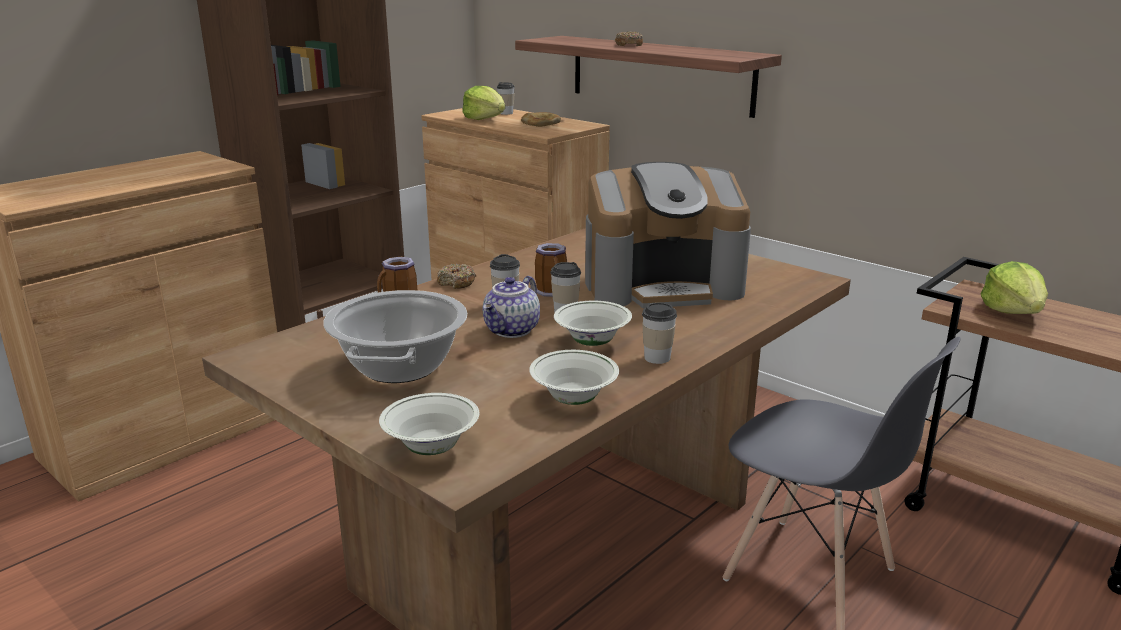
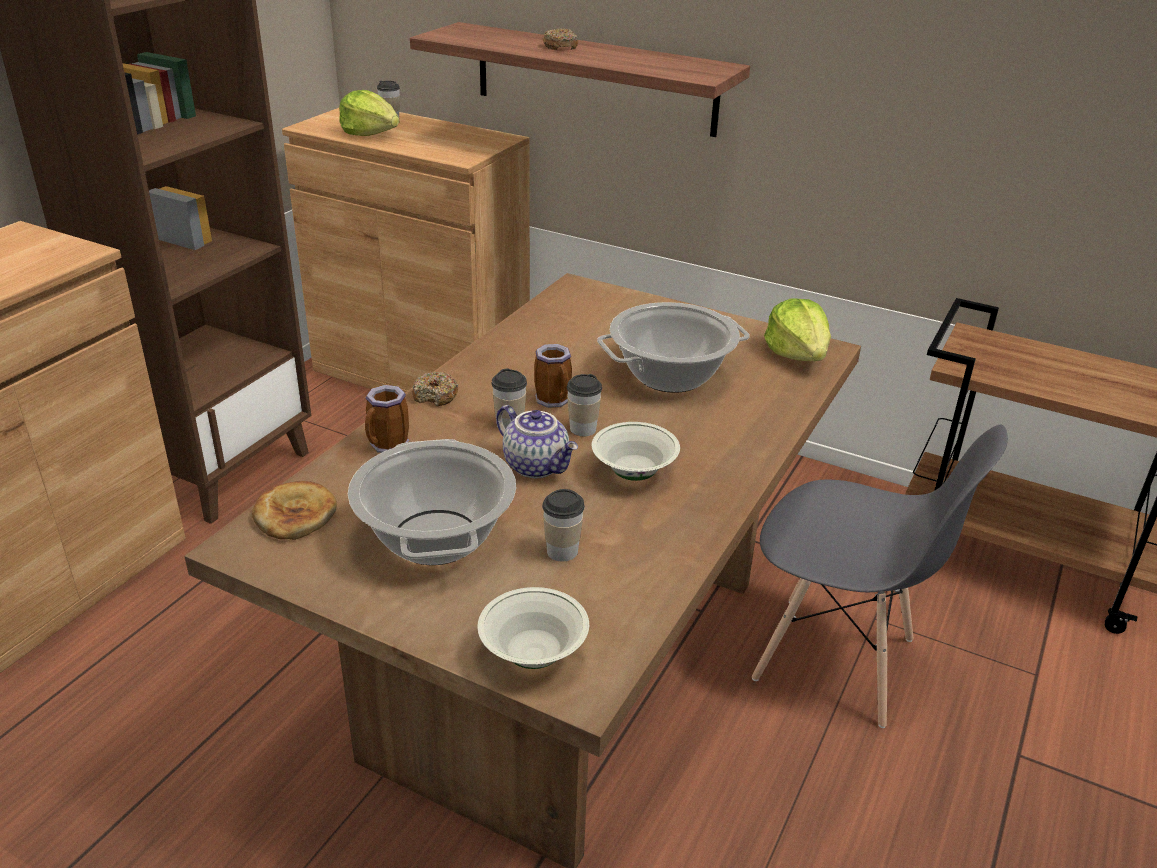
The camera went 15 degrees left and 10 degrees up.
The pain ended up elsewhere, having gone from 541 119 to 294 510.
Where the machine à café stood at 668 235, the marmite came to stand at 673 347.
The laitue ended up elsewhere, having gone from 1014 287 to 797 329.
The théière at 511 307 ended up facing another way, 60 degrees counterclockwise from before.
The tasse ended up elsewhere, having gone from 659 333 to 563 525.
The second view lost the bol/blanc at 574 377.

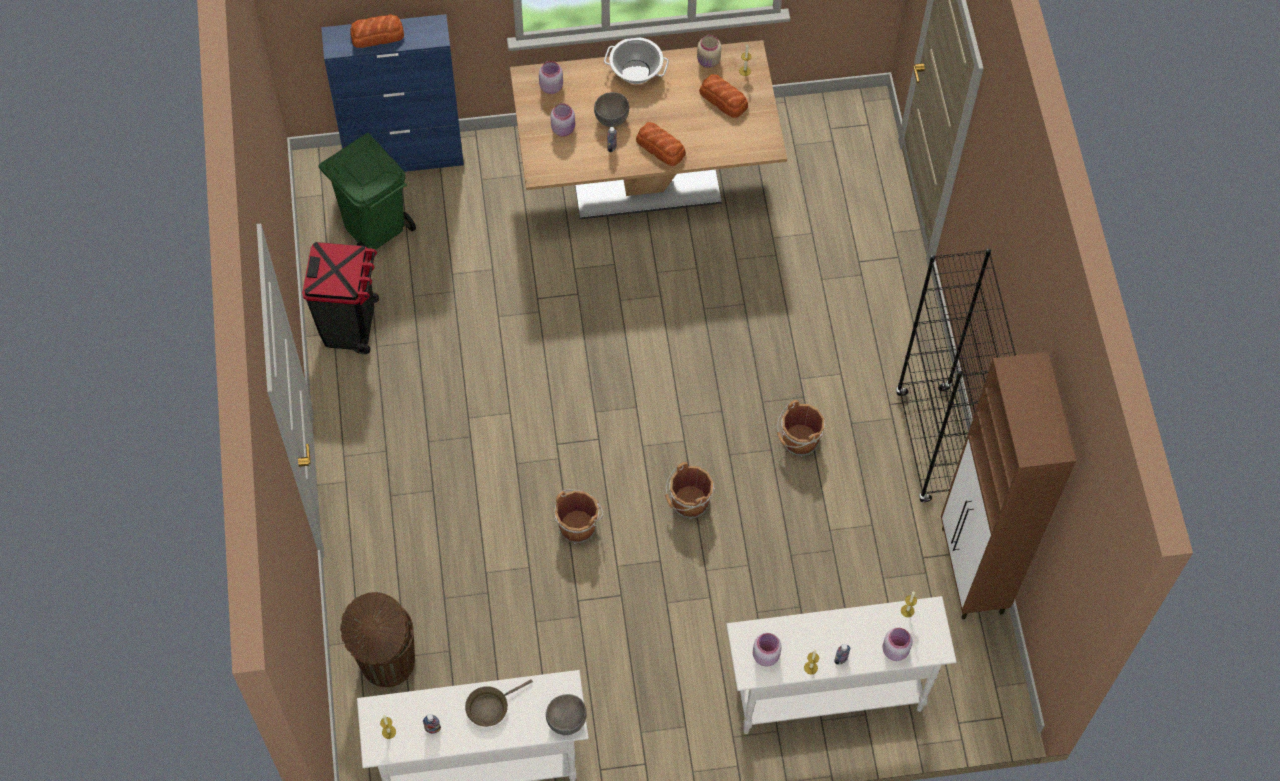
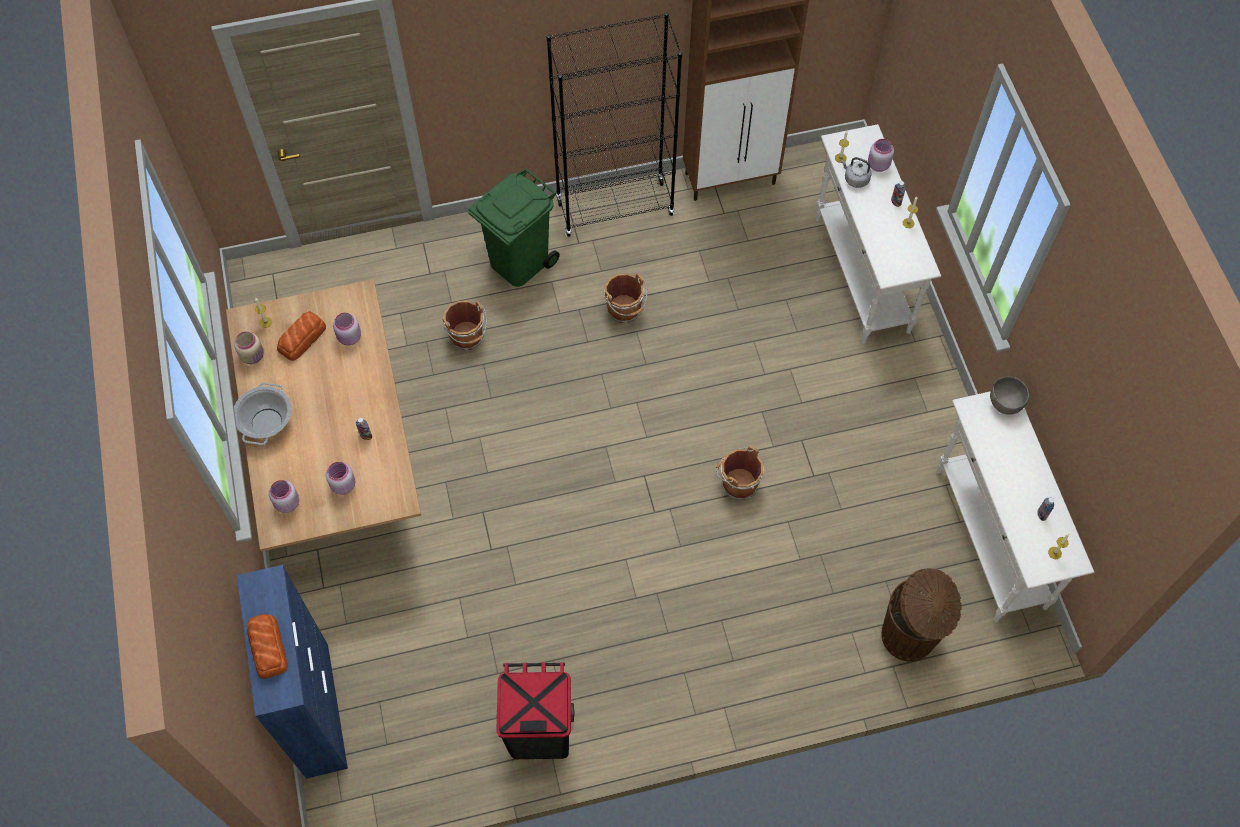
The camera went 95 degrees left and 0 degrees up.
The second view lost the bol/gris at 611 109.
The second view lost the pain at 661 144.
The poubelle/vert ended up elsewhere, having gone from 367 191 to 514 227.
The seau/marron ended up elsewhere, having gone from 690 491 to 464 326.
The bocal/rose ended up elsewhere, having gone from 767 650 to 347 329.
The second view lost the poêle/marron at 499 703.
The second view gained the bouilloire/gris at 856 172.

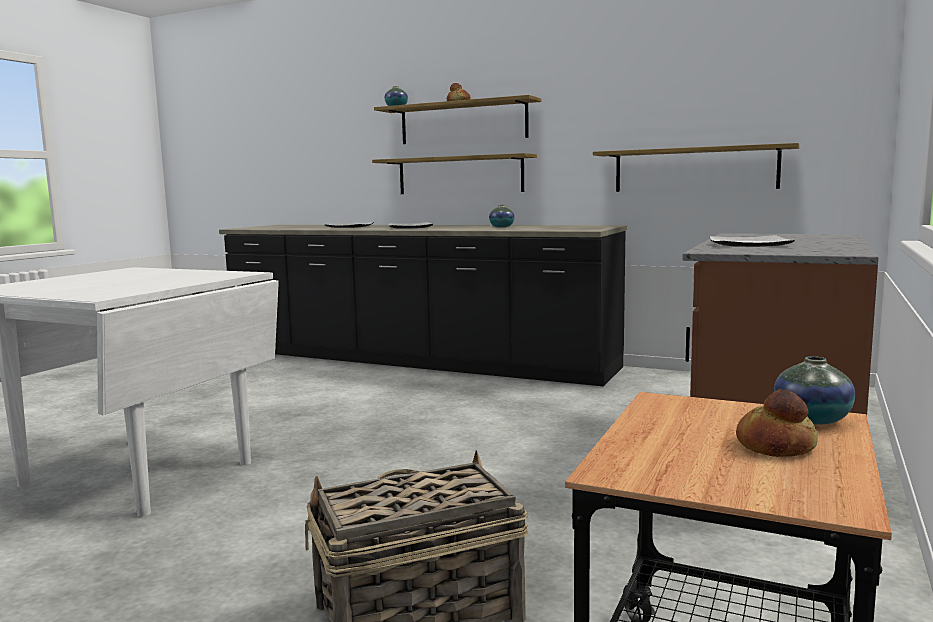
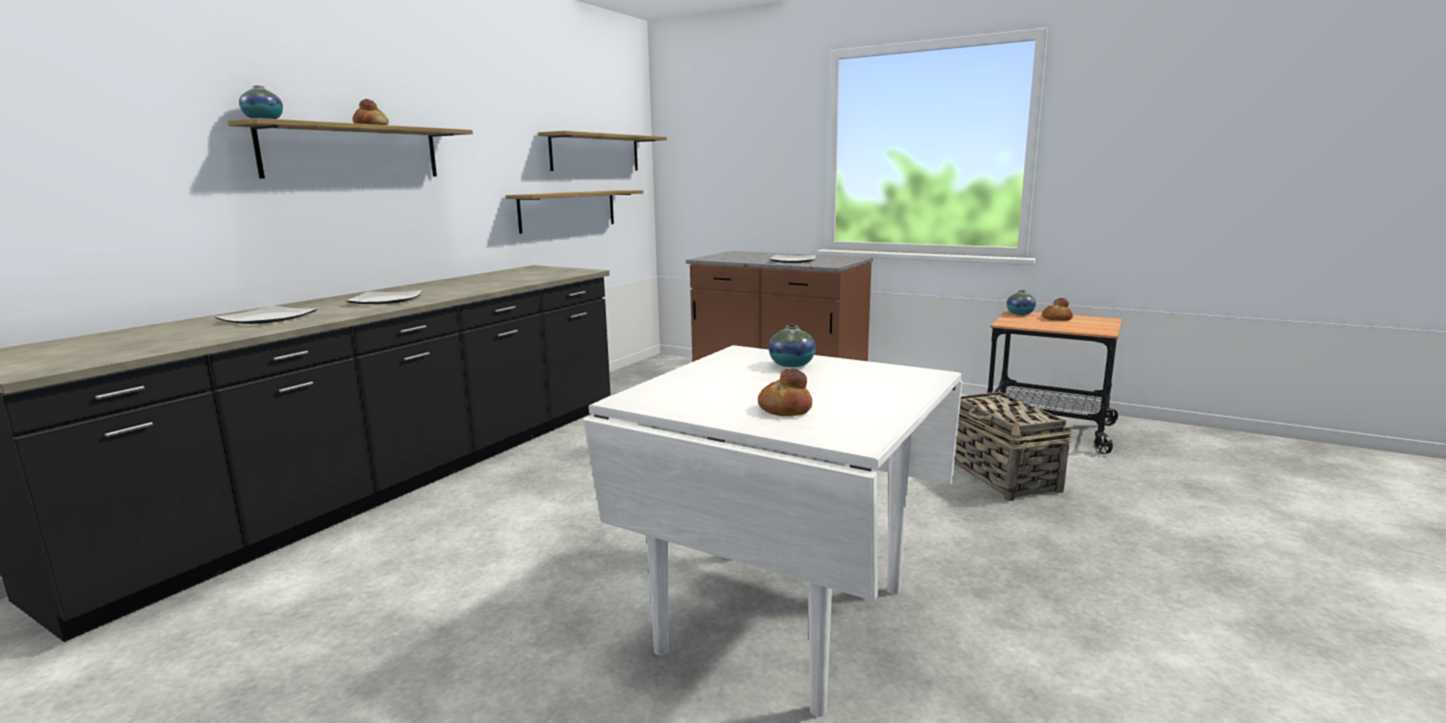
The camera went 85 degrees left and 5 degrees up.
The étagère ended up elsewhere, having gone from 454 173 to 602 151.
The vase ended up elsewhere, having gone from 502 216 to 792 346.
The second view gained the pain at 785 392.

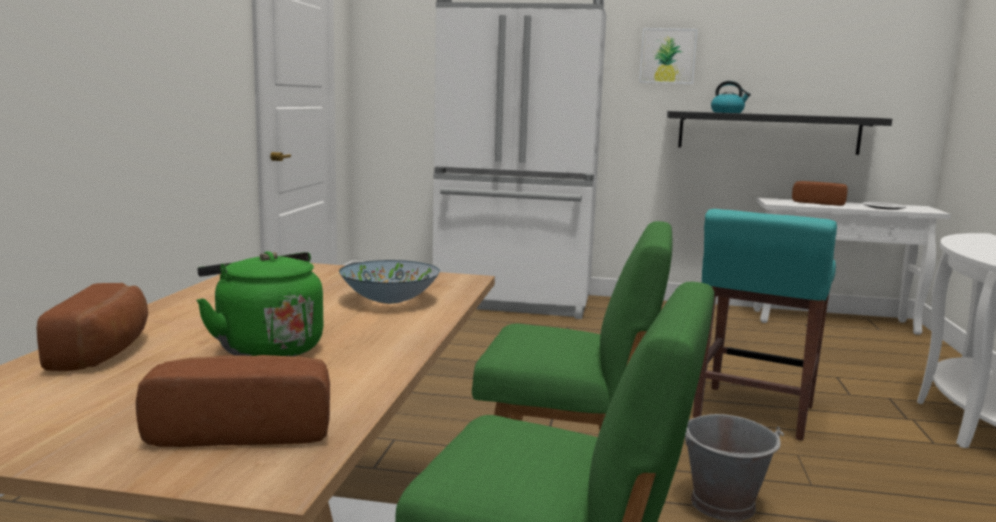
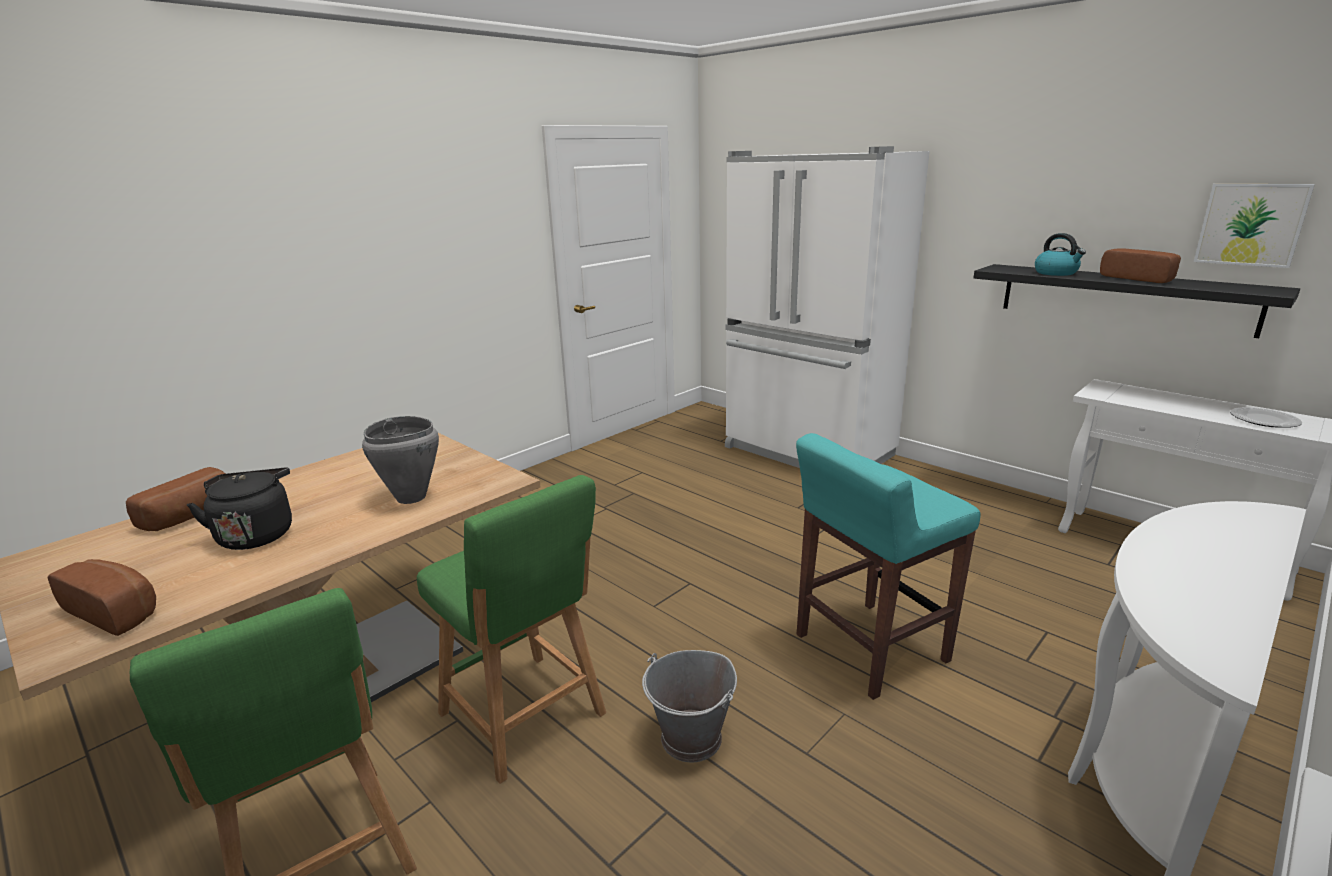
The camera went 35 degrees right and 10 degrees up.
The tableau ended up elsewhere, having gone from 668 56 to 1254 226.
The pain ended up elsewhere, having gone from 820 193 to 1140 265.
What was the bouilloire/vert at 259 303 turned into the bouilloire/noir at 239 509.
Where the bol stood at 389 282, the marmite/gris came to stand at 400 460.

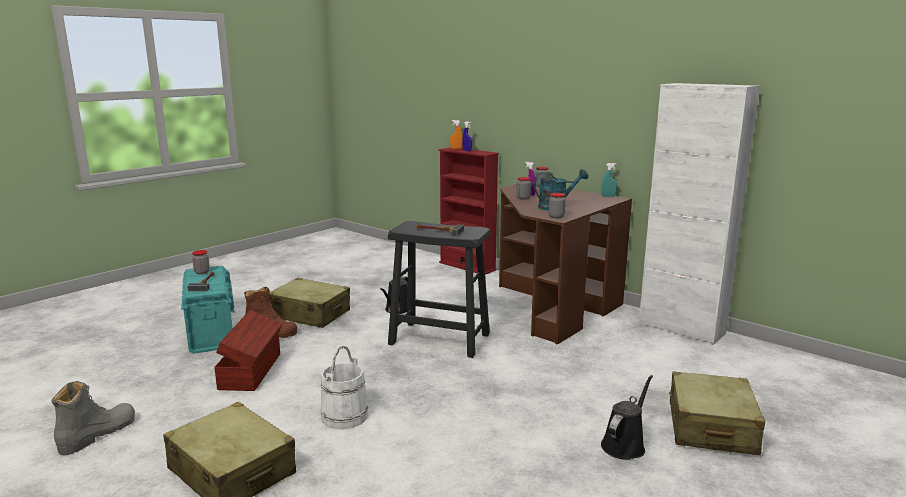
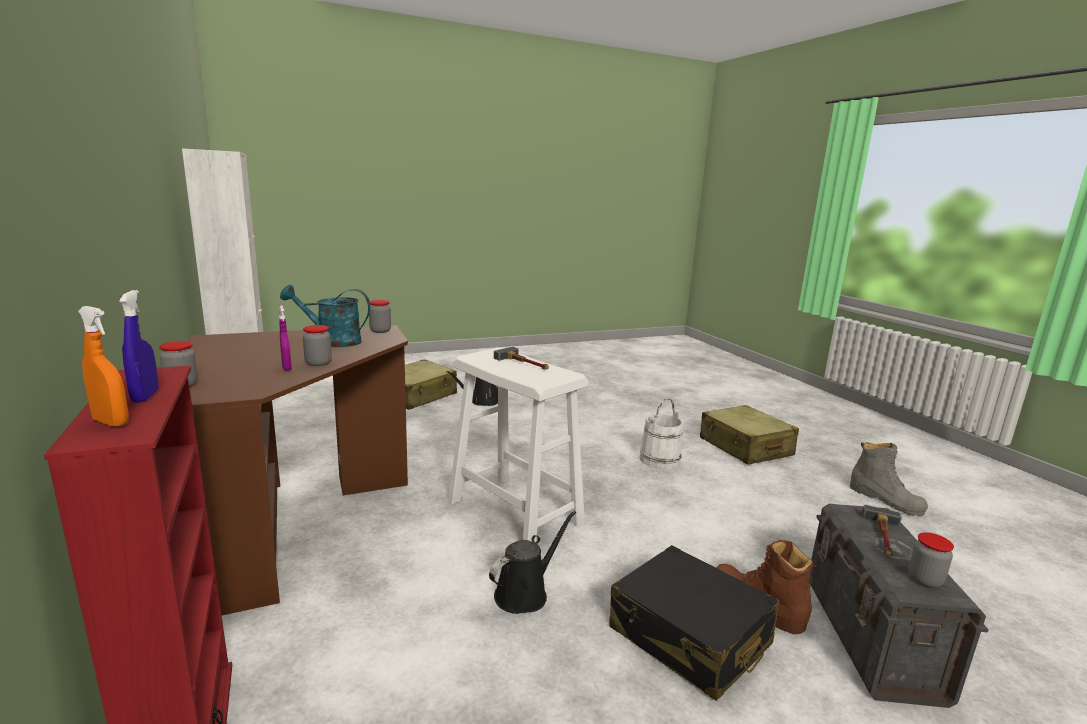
The camera went 155 degrees left and 0 degrees up.
The second view lost the vaporisateur/turquoise at 609 180.
What was the tabouret/noir at 439 289 turned into the tabouret/blanc at 518 445.
What was the boîte de rangement/turquoise at 208 309 turned into the boîte de rangement/gris at 899 606.
What was the valise/beige at 310 303 turned into the valise/noir at 694 623.
The second view lost the boîte de rangement/marron at 248 350.
The botte/gris at 93 418 ended up facing another way, 90 degrees counterclockwise from before.

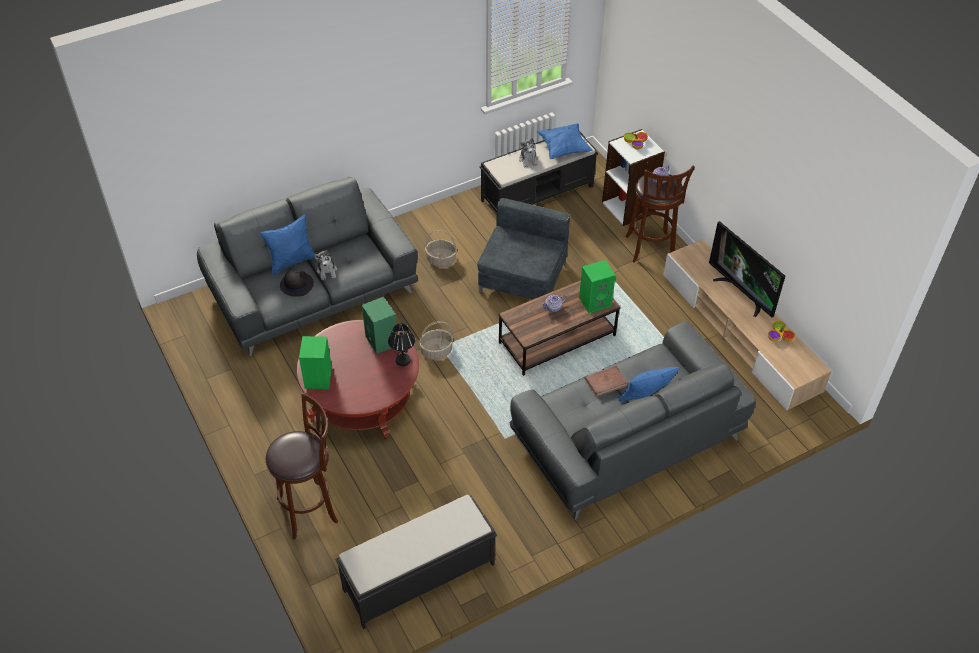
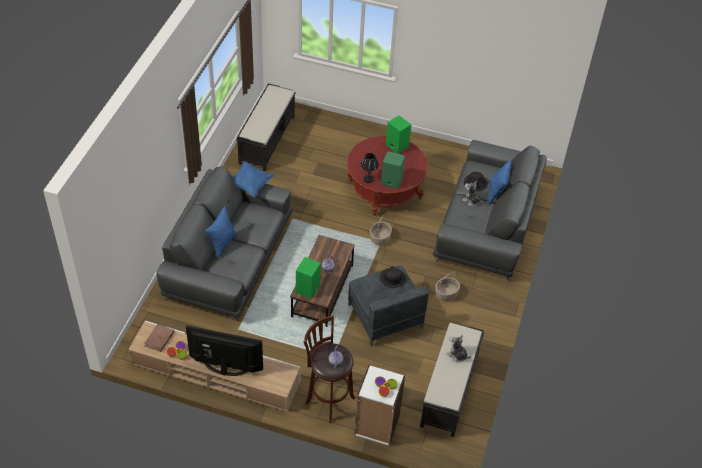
The camera went 135 degrees right and 0 degrees up.
The coussin/bleu ended up elsewhere, having gone from 564 141 to 254 179.
The livre/marron ended up elsewhere, having gone from 606 381 to 159 338.
The second view lost the tabouret/marron at 302 466.
The second view gained the chapeau/noir at 393 277.

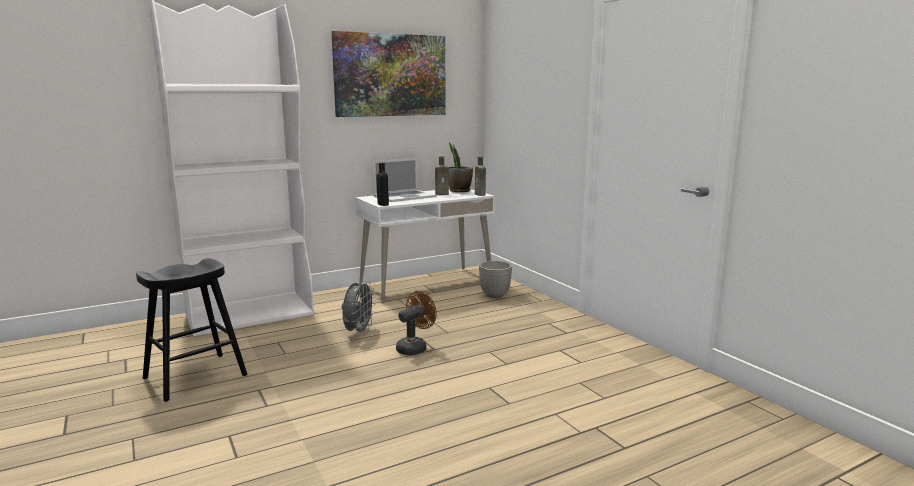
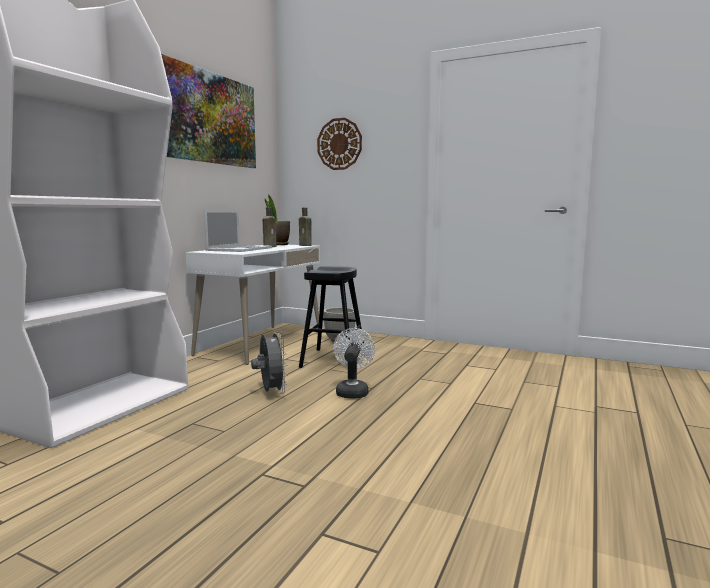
The camera went 35 degrees left and 5 degrees down.
The second view lost the bouteille/noir at 382 184.
The tabouret/noir ended up elsewhere, having gone from 191 330 to 331 317.
What was the ventilateur/marron at 416 323 turned into the ventilateur/blanc at 354 363.
The second view gained the horloge murale at 339 144.

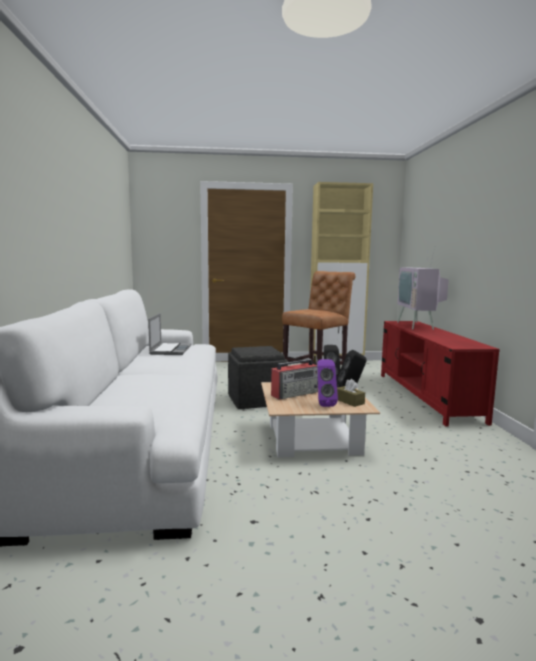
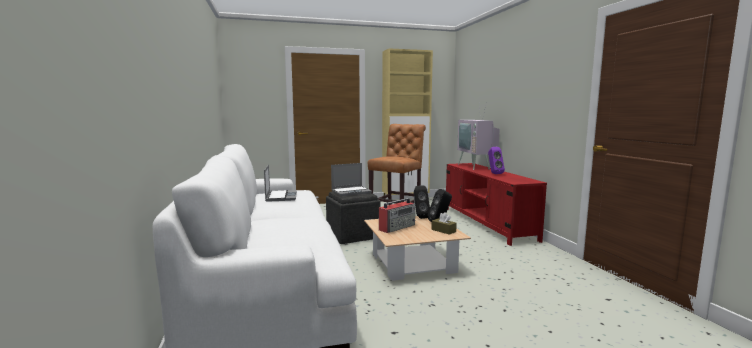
The camera went 10 degrees left and 0 degrees up.
The enceinte/violet ended up elsewhere, having gone from 327 383 to 496 160.
The second view gained the ordinateur portable at 351 179.

